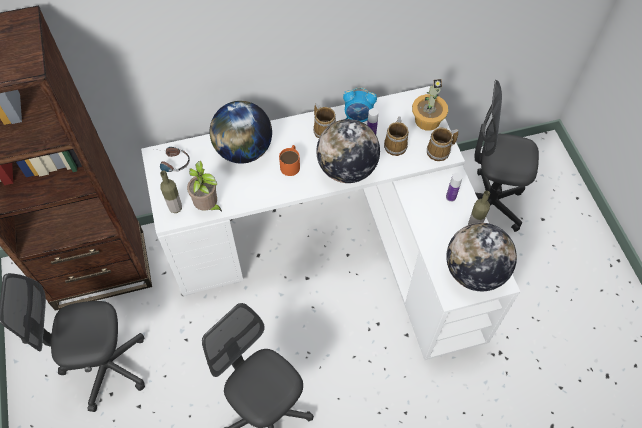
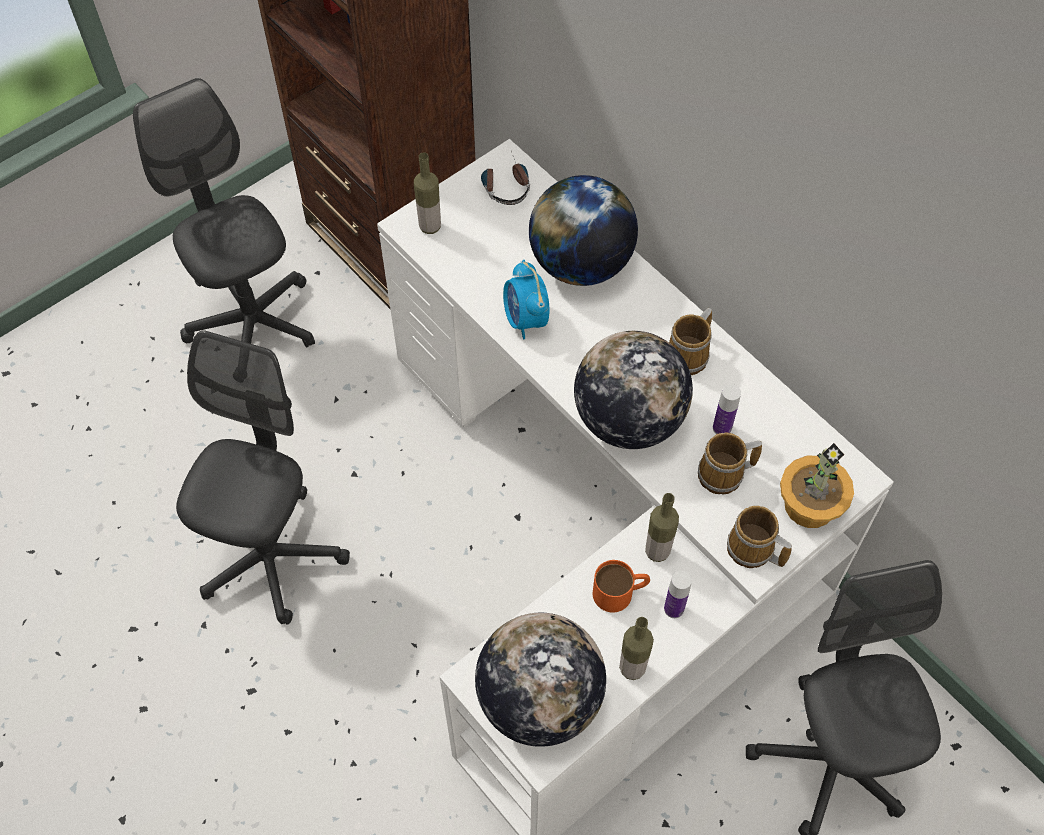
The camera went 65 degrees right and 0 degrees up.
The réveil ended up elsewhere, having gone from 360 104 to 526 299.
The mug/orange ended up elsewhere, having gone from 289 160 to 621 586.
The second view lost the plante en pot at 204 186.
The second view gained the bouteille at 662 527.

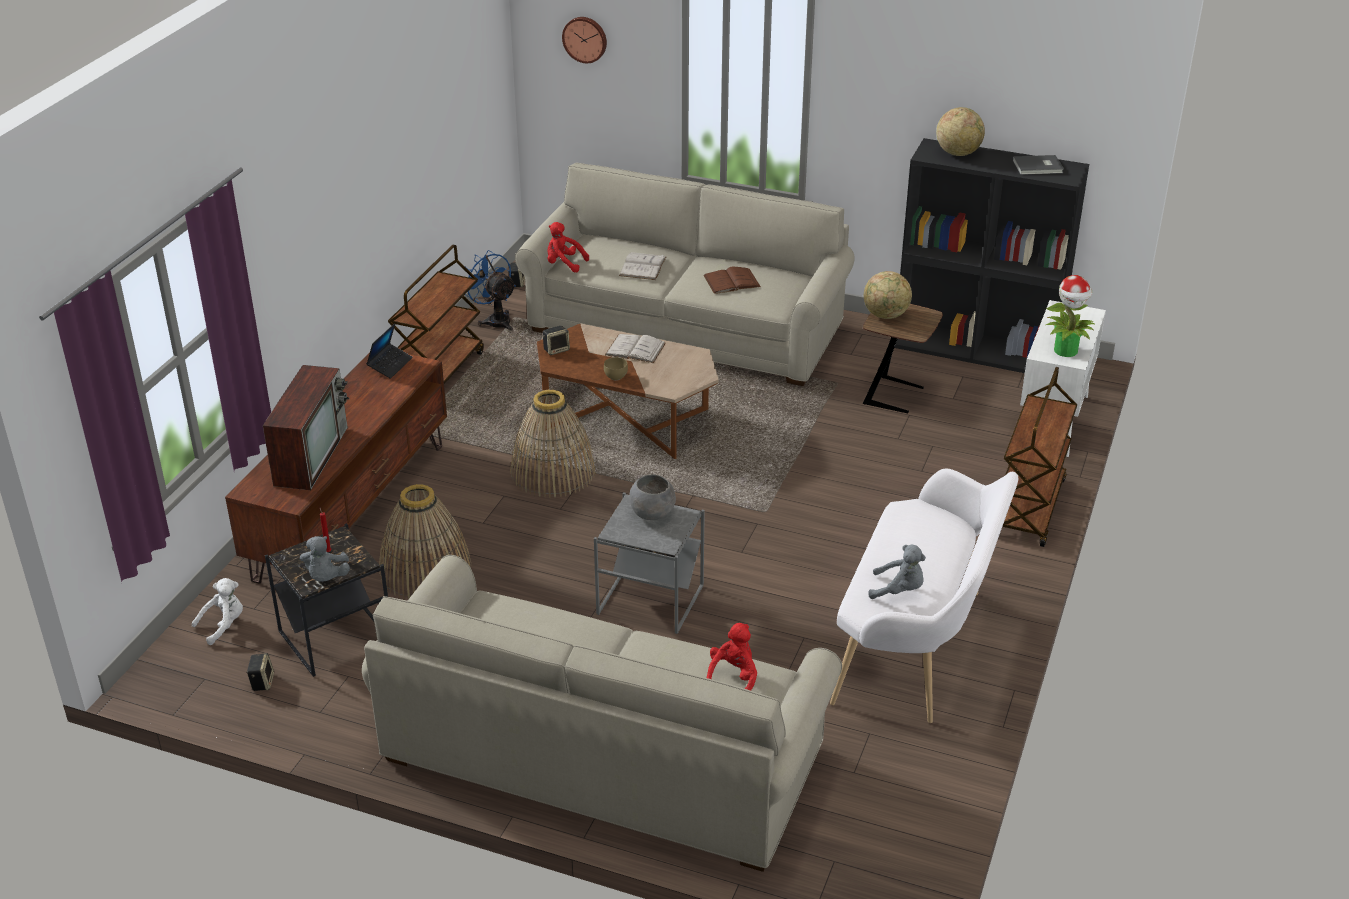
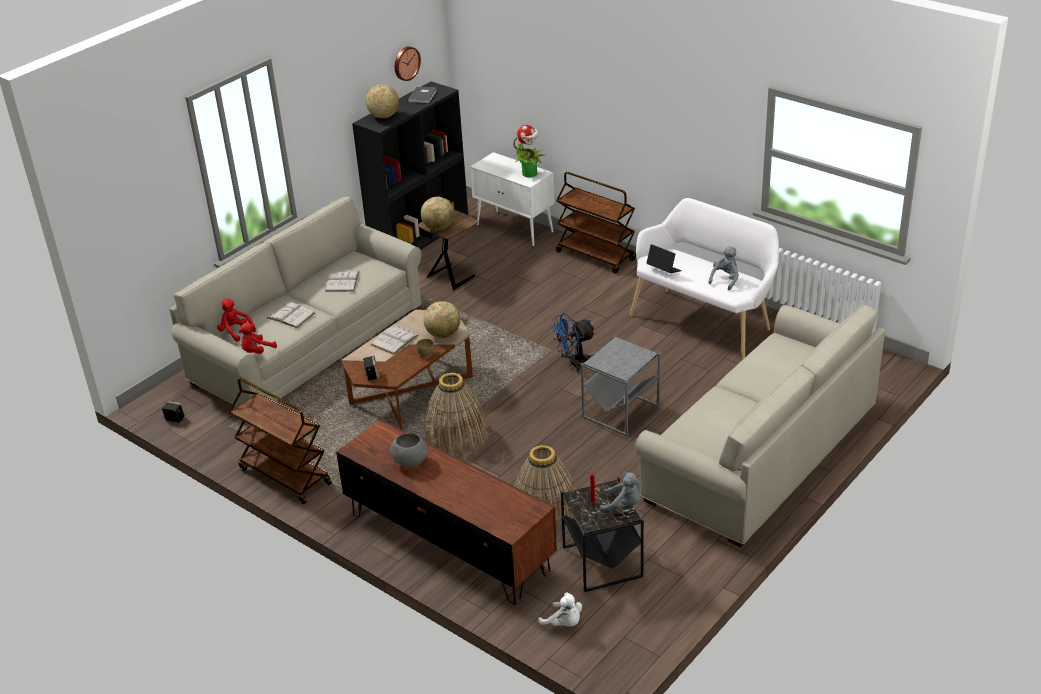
The camera went 70 degrees left and 0 degrees up.
The horloge murale ended up elsewhere, having gone from 584 40 to 408 63.
The ventilateur/bleu ended up elsewhere, having gone from 490 290 to 573 343.
What was the livre/marron at 732 280 turned into the livre/blanc at 342 281.
The ordinateur portable ended up elsewhere, having gone from 389 351 to 664 258.
The second view lost the téléviseur at 306 427.
The bol/gris ended up elsewhere, having gone from 652 497 to 409 450.
The peluche/blanc at 217 611 ended up facing another way, 150 degrees clockwise from before.
The peluche/rouge ended up elsewhere, having gone from 732 657 to 236 320.
The second view lost the enceinte at 260 672.
The second view gained the globe at 442 319.

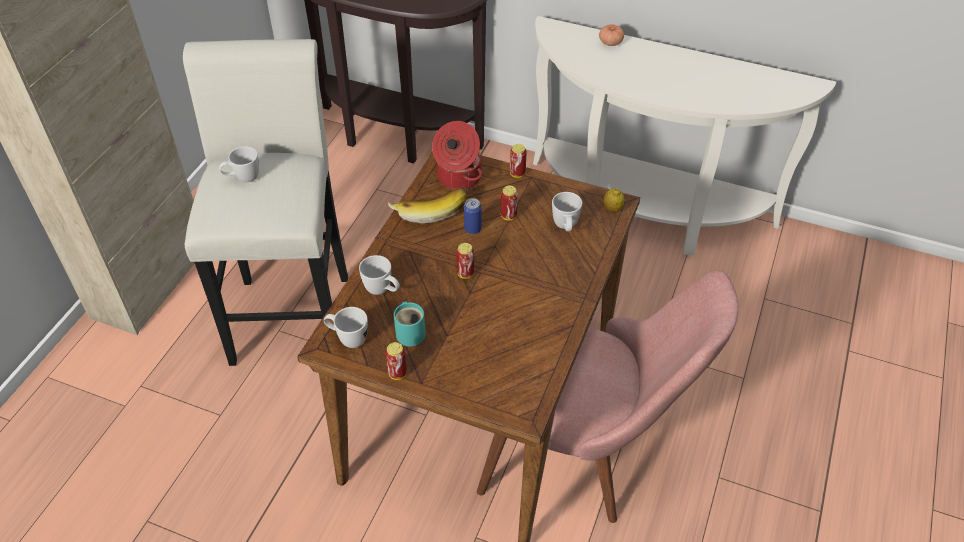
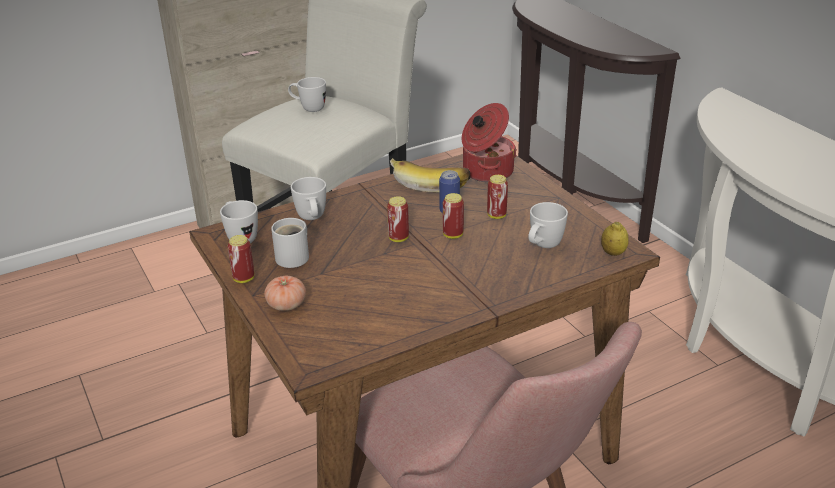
The camera went 40 degrees right and 15 degrees down.
The tomate ended up elsewhere, having gone from 611 35 to 285 293.
The boîte métallique ended up elsewhere, having gone from 518 161 to 453 216.
What was the mug/turquoise at 410 324 turned into the mug/blanc at 290 243.

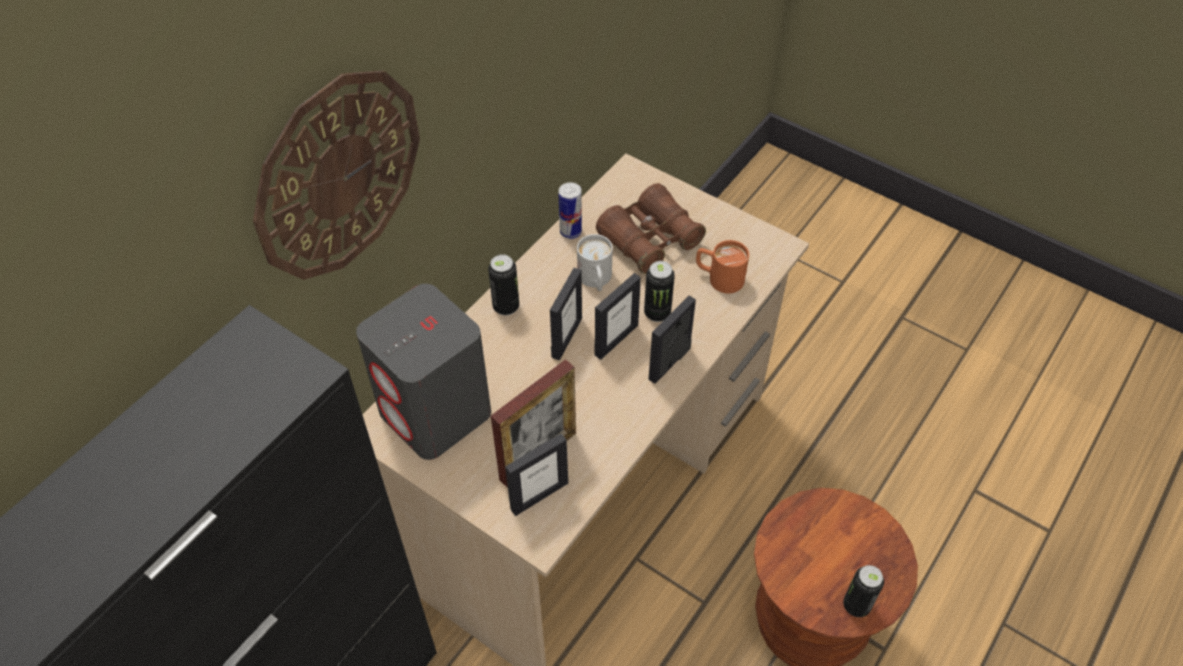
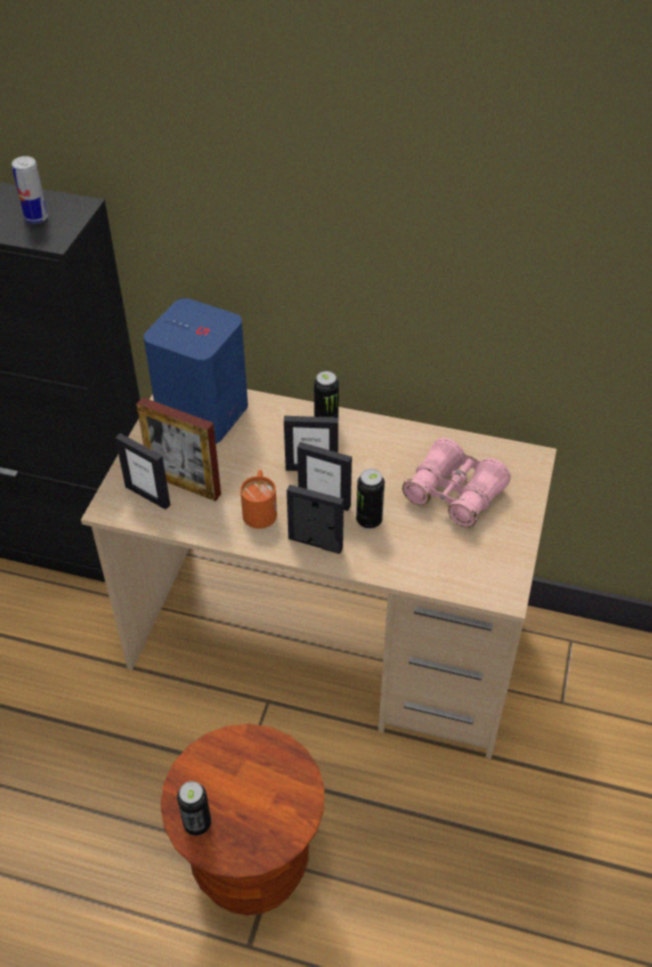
The camera went 70 degrees right and 5 degrees down.
The second view lost the horloge murale at 336 175.
The boîte métallique ended up elsewhere, having gone from 570 210 to 30 190.
What was the jumelles/marron at 651 228 turned into the jumelles/rose at 456 483.
The second view lost the mug/blanc at 595 262.
The mug/orange ended up elsewhere, having gone from 722 267 to 258 499.
What was the enceinte/gris at 423 372 turned into the enceinte/bleu at 196 371.

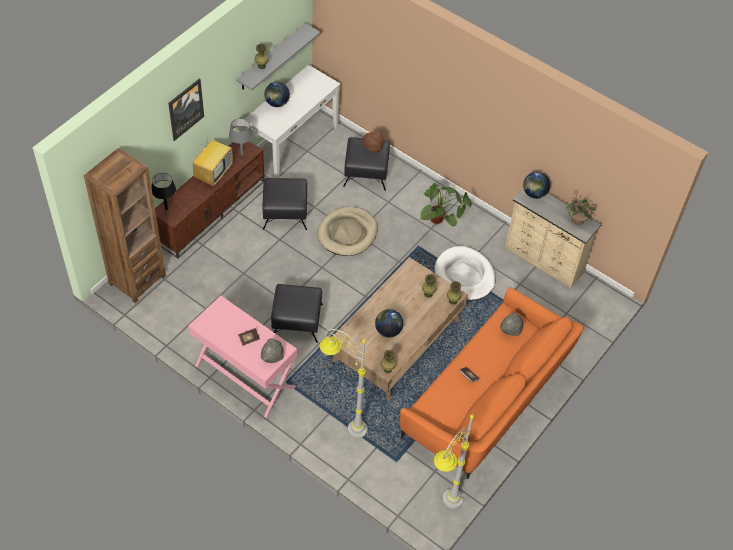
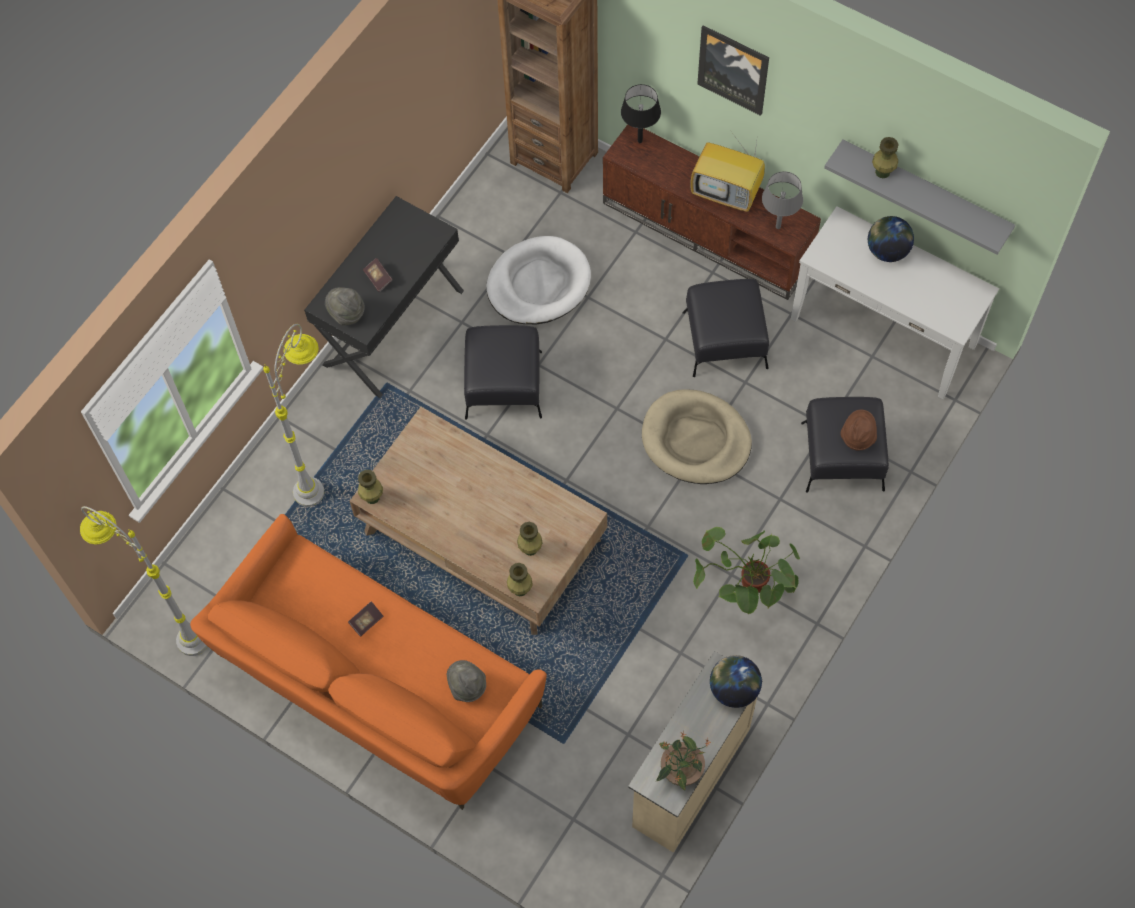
The camera went 90 degrees right and 10 degrees up.
The panier pour chien/blanc ended up elsewhere, having gone from 465 273 to 539 280.
What was the bureau/rose at 242 357 turned into the bureau/noir at 384 297.
The second view lost the globe at 389 323.

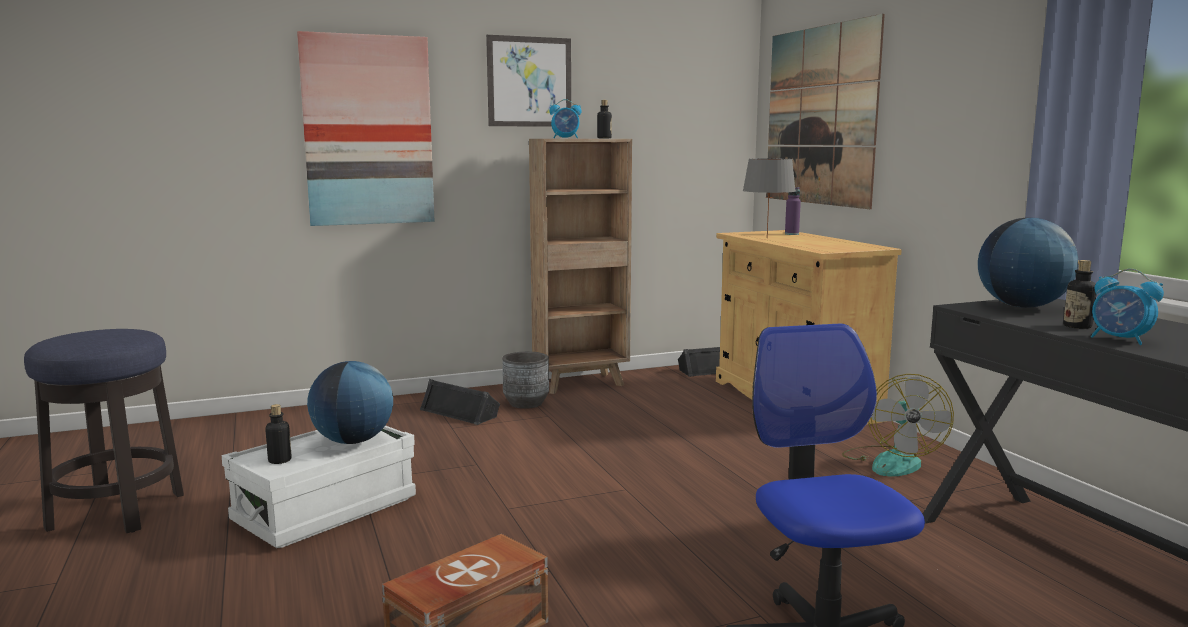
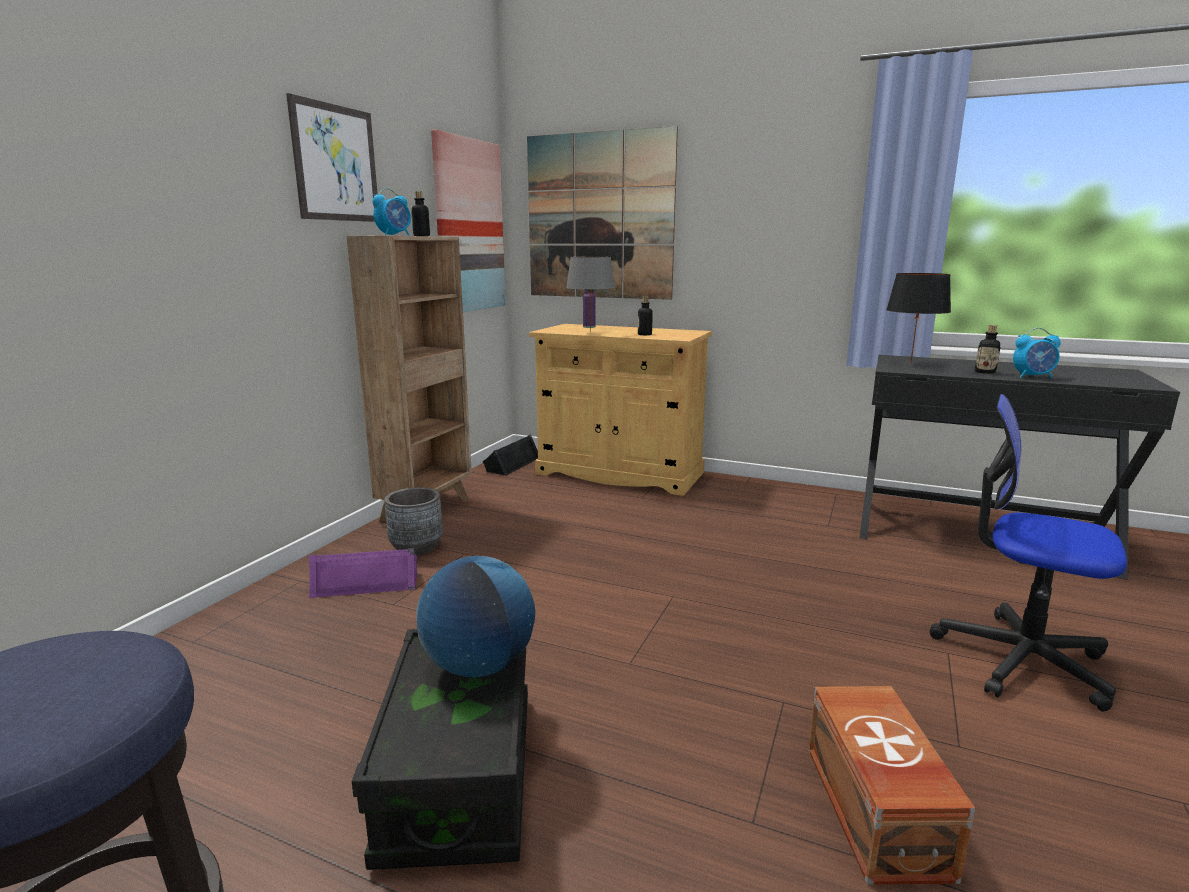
The camera went 45 degrees left and 5 degrees up.
The tableau ended up elsewhere, having gone from 366 128 to 468 220.
Where the globe stood at 1028 262, the lampe de table/noir came to stand at 918 318.
The second view lost the ventilateur at 898 425.
What was the enceinte/noir at 460 402 turned into the enceinte/violet at 363 573.
The bouteille ended up elsewhere, having gone from 278 434 to 645 316.
What was the boîte de rangement/blanc at 319 486 turned into the boîte de rangement/noir at 440 749.

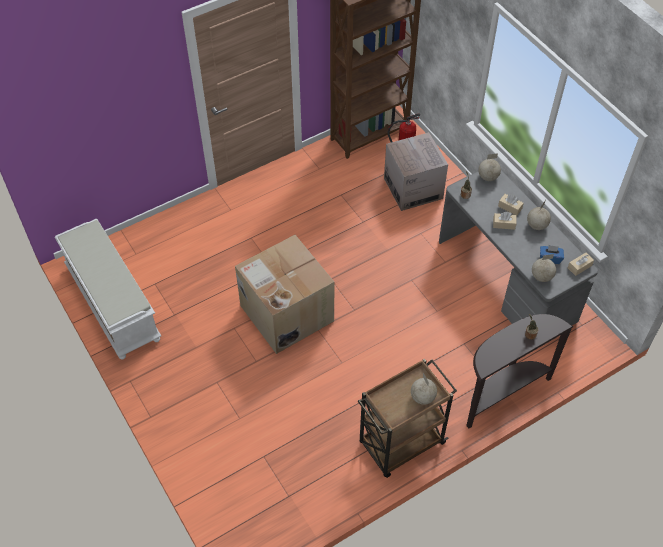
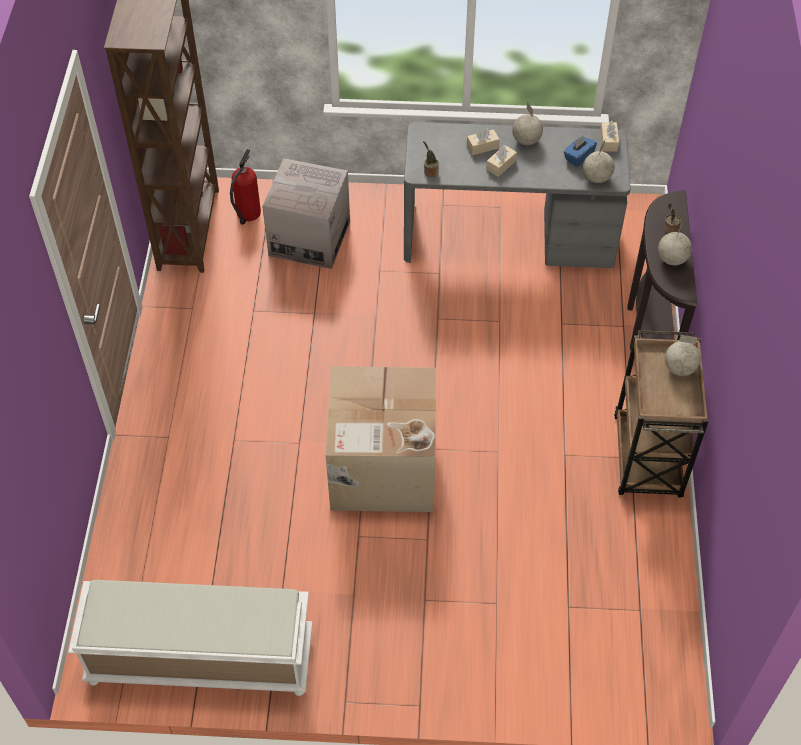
The camera went 55 degrees left and 0 degrees up.
The globe ended up elsewhere, having gone from 489 167 to 675 243.

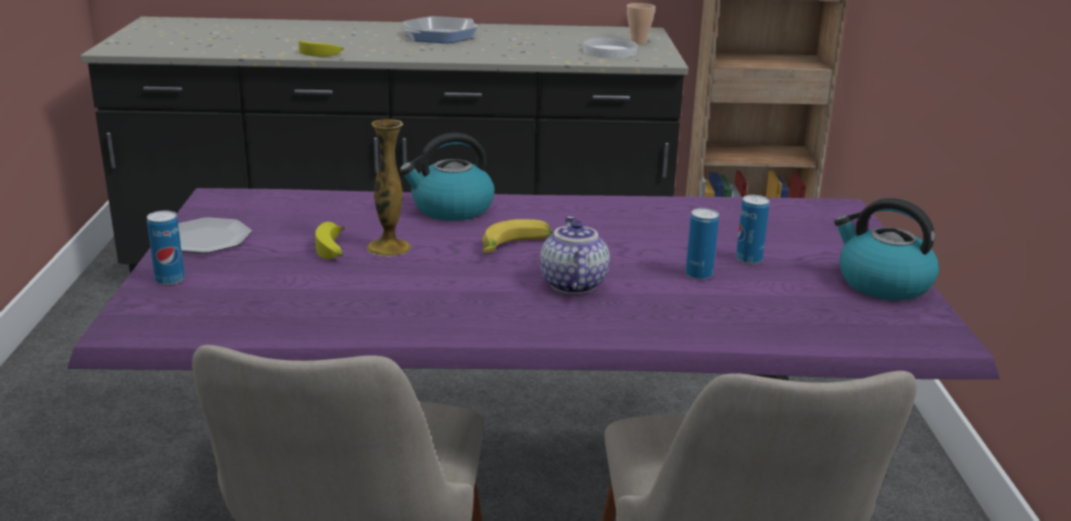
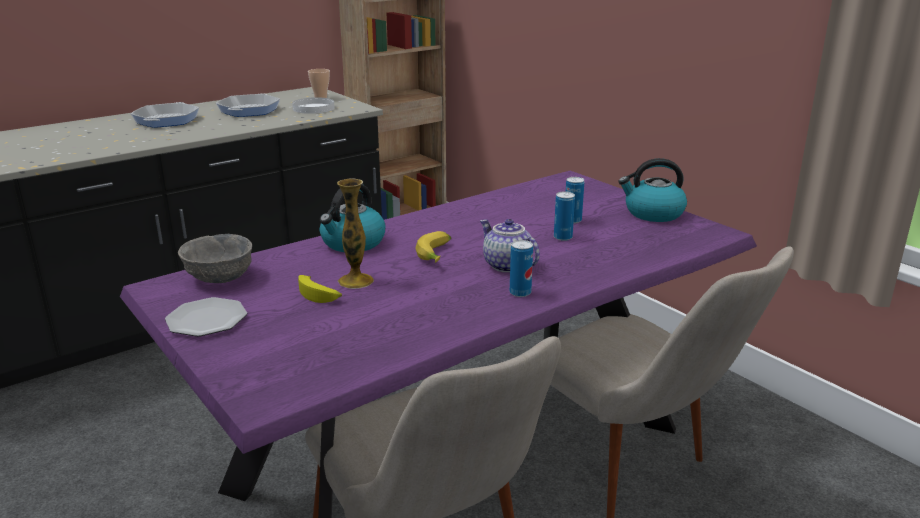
The camera went 35 degrees left and 0 degrees up.
The second view lost the banane at 321 49.
The boîte métallique ended up elsewhere, having gone from 166 247 to 521 268.
The second view gained the poêle at 248 105.
The second view gained the bol/gris at 215 258.

